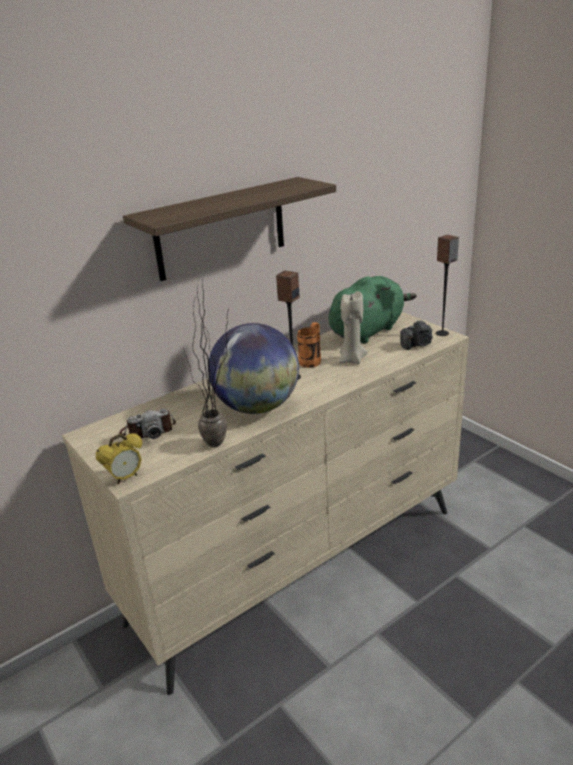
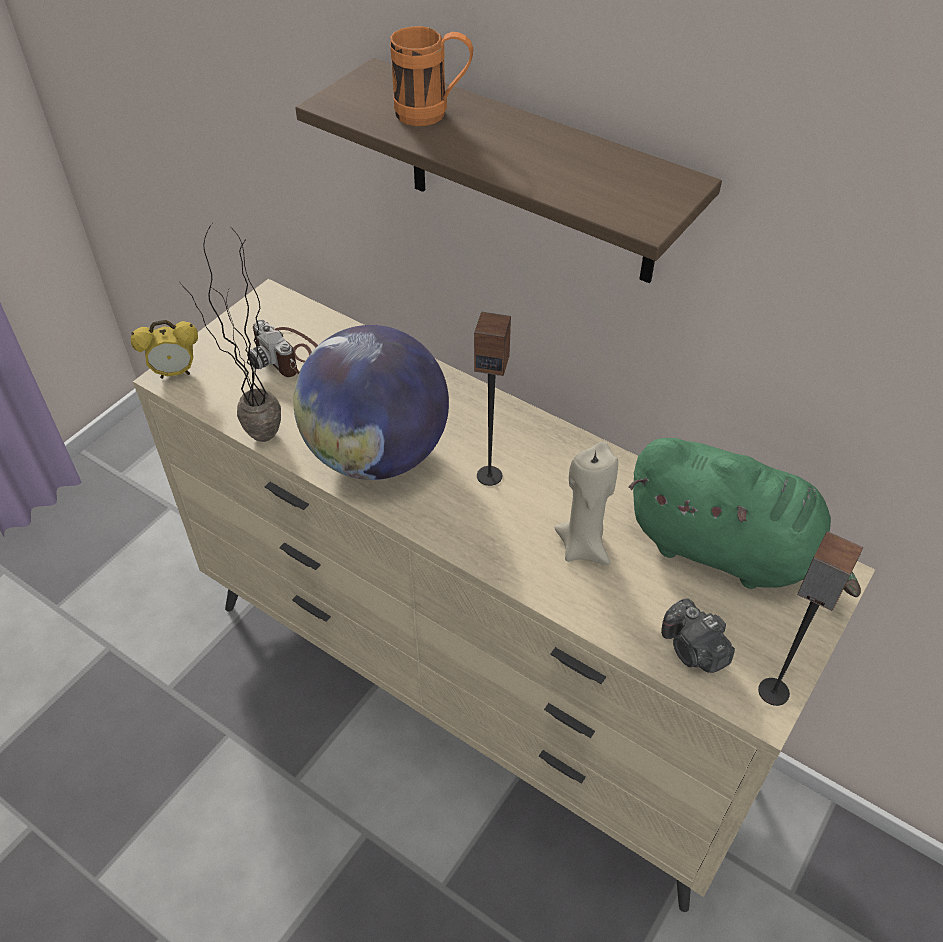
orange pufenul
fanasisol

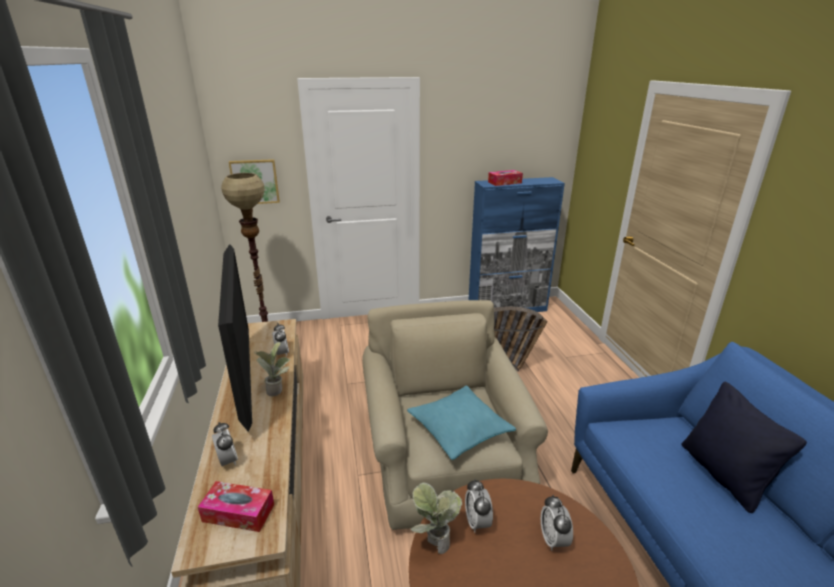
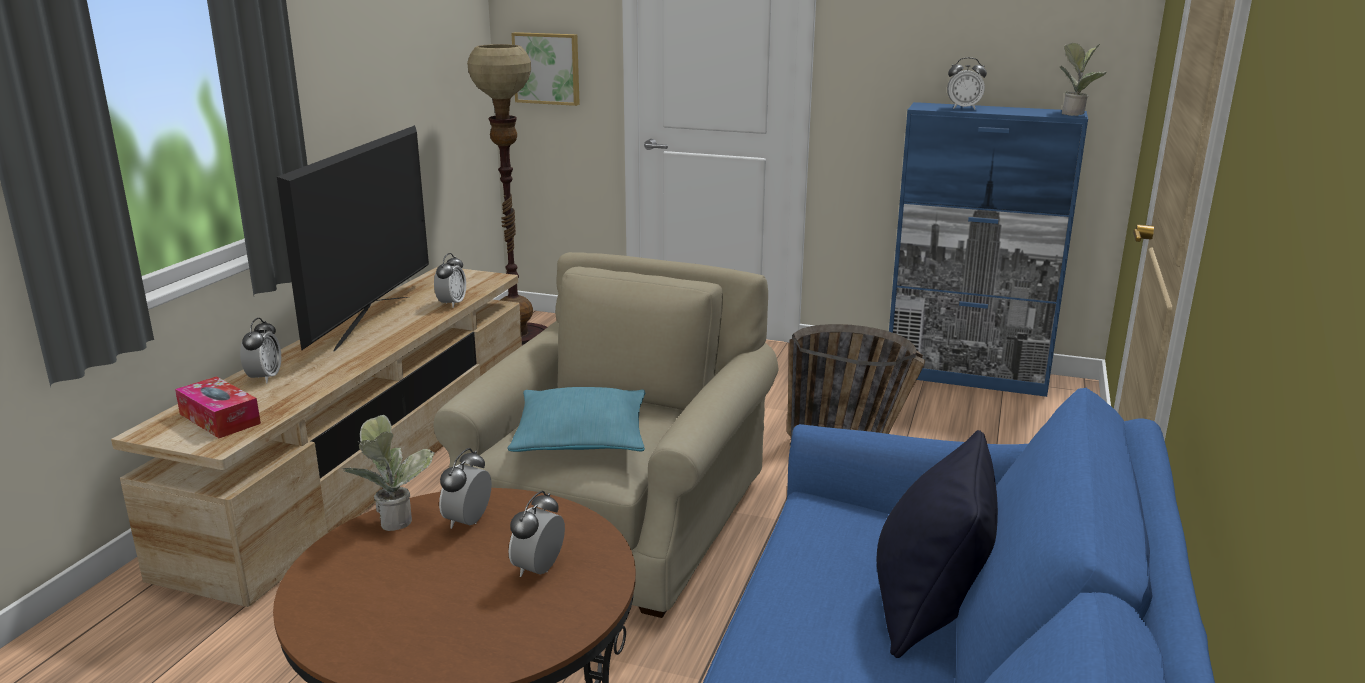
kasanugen (2nd from left)
fanasisol (5th from left)

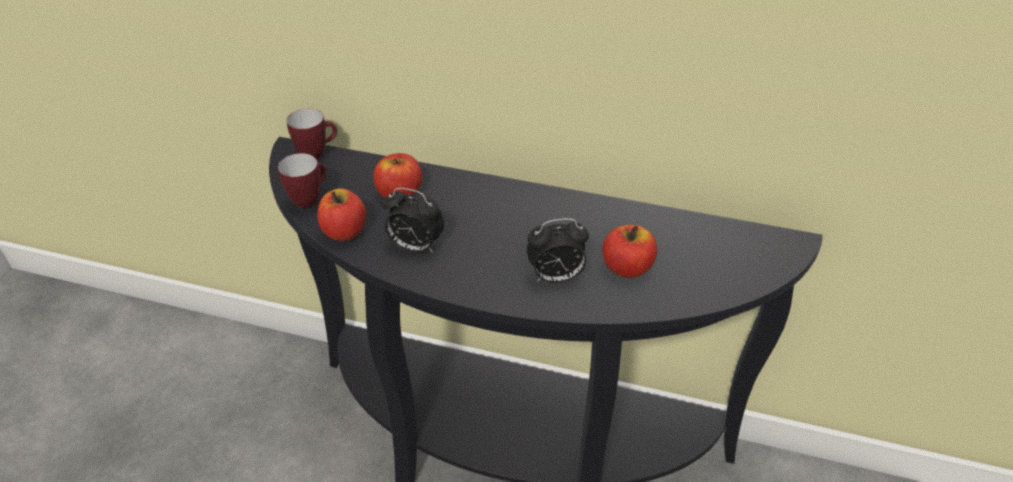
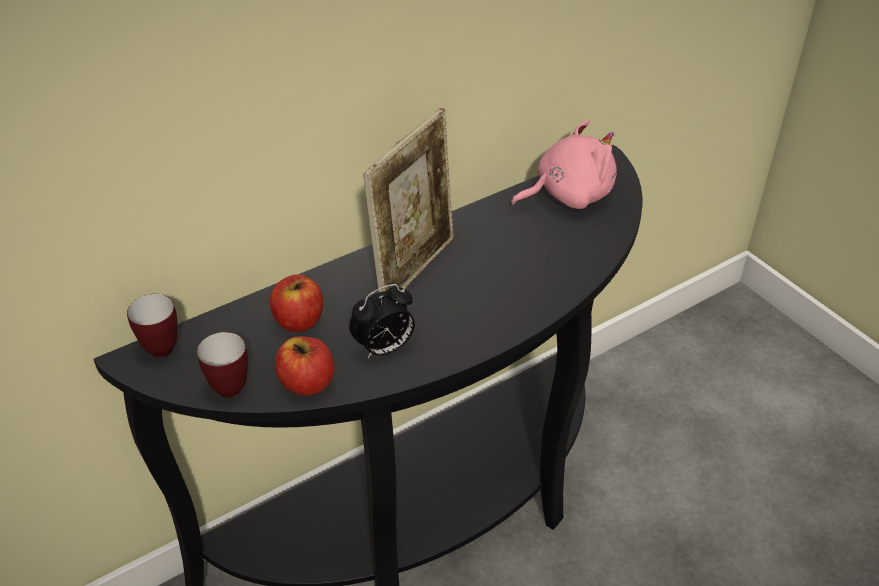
fanasisol (2nd from left in the first image)
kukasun (3rd from left in the first image)
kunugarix
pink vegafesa

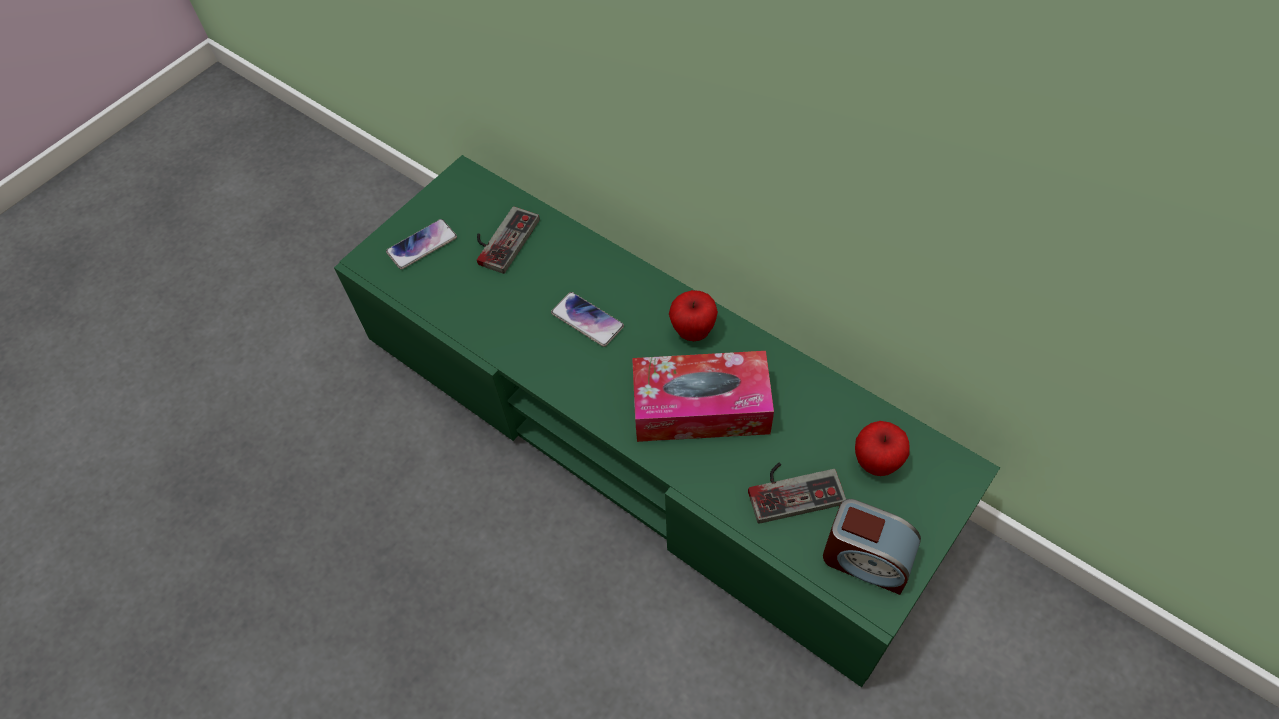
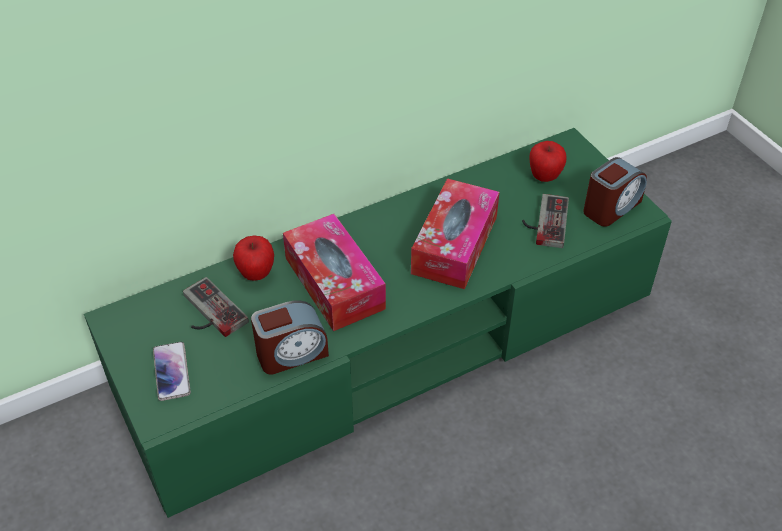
fanasisol (1st from left)
kukasun (1st from left)
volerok (1st from left)

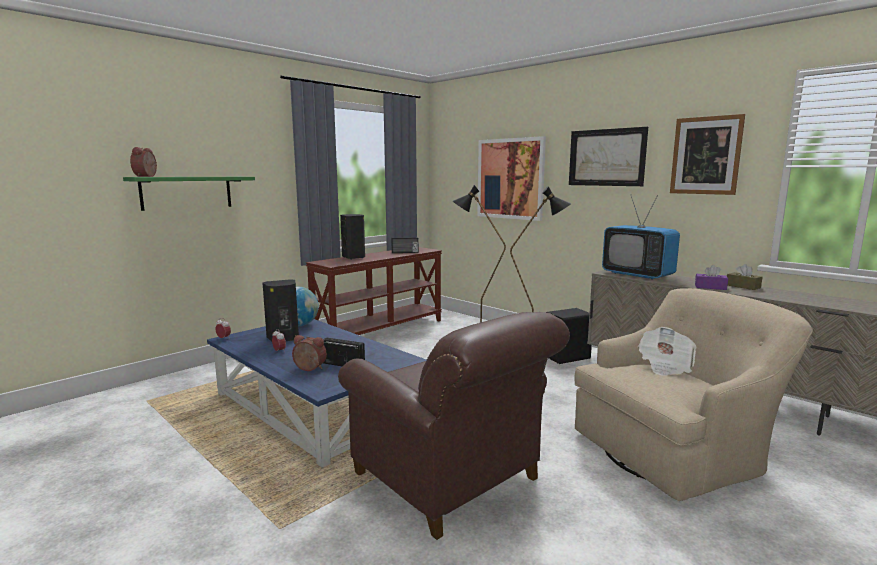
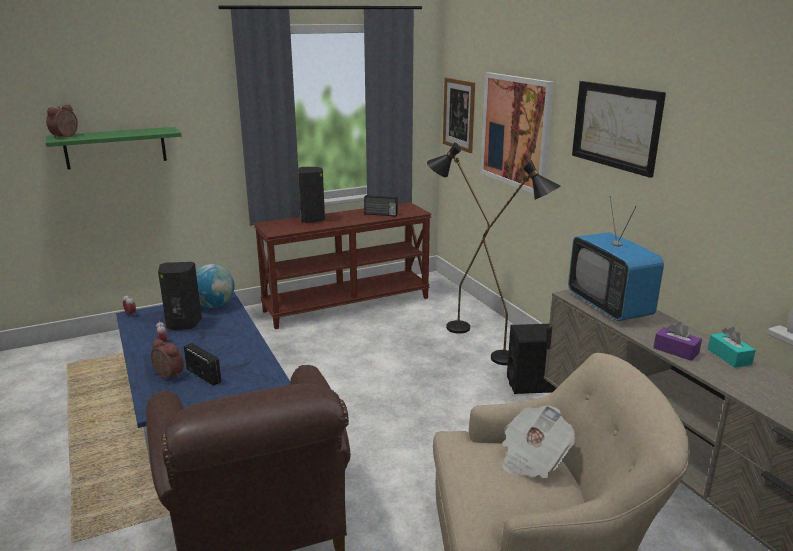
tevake (1st from left)
turquoise volerok

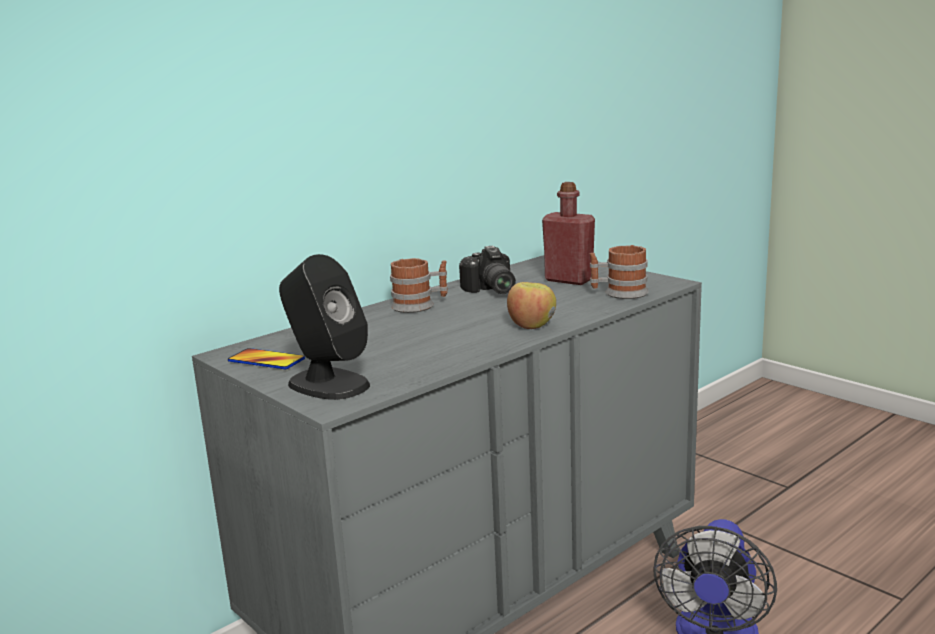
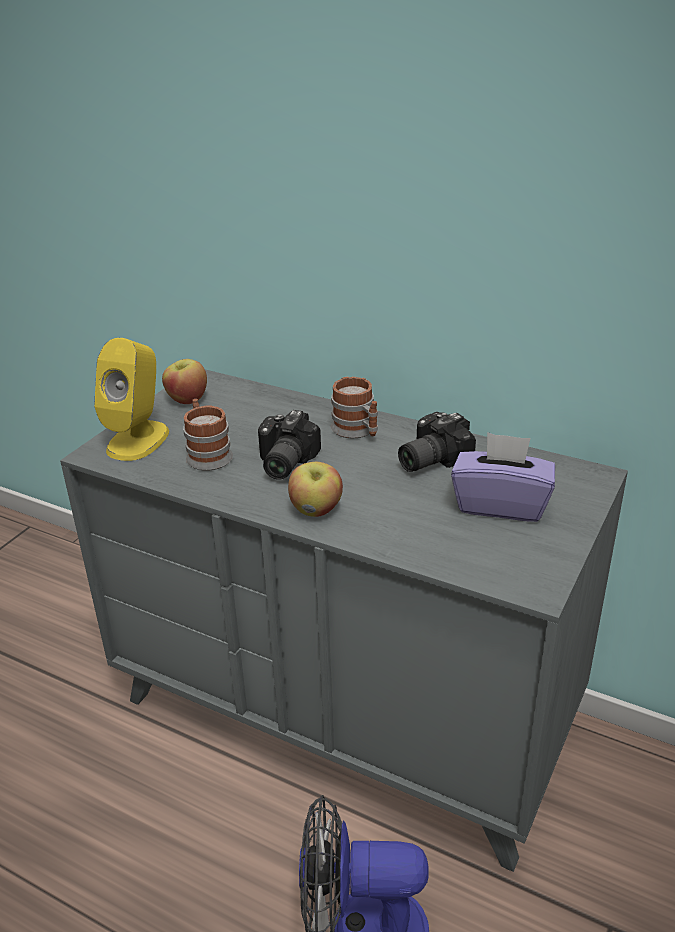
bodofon (1st from left)
pufenul (1st from left)
kukasun (1st from left)
purple volerok
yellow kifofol

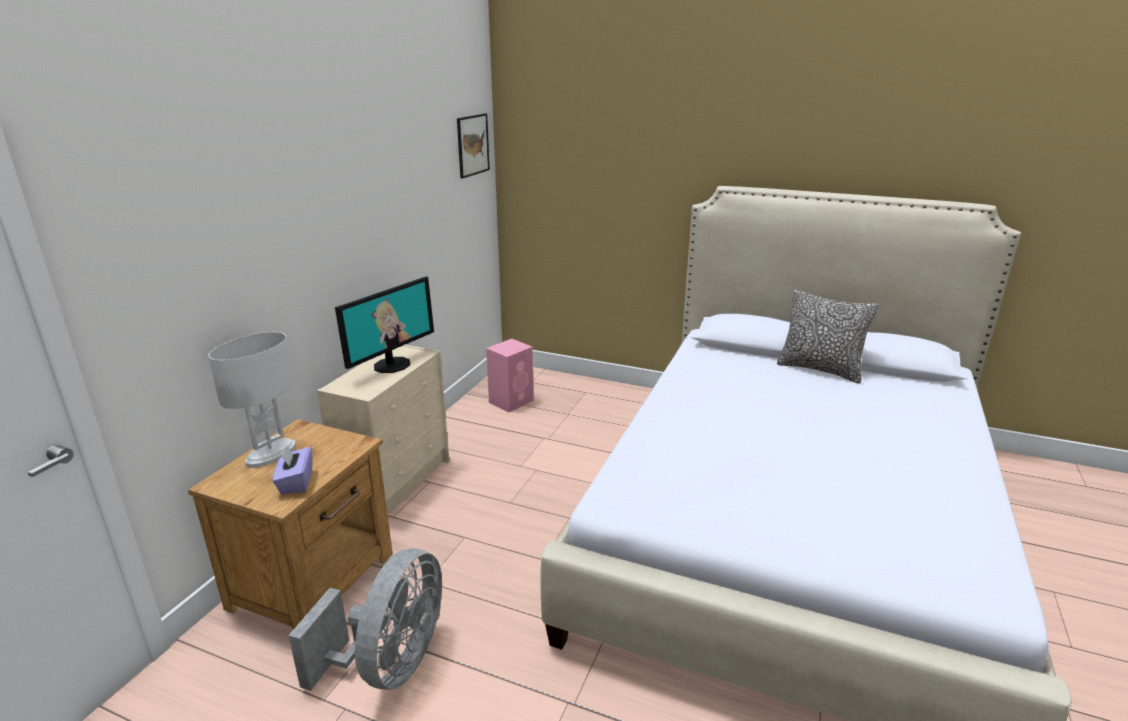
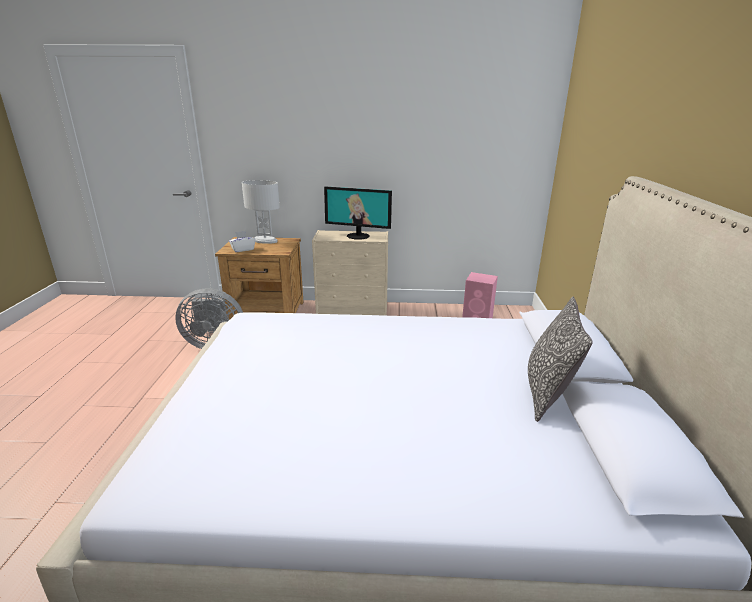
tevake
white volerok

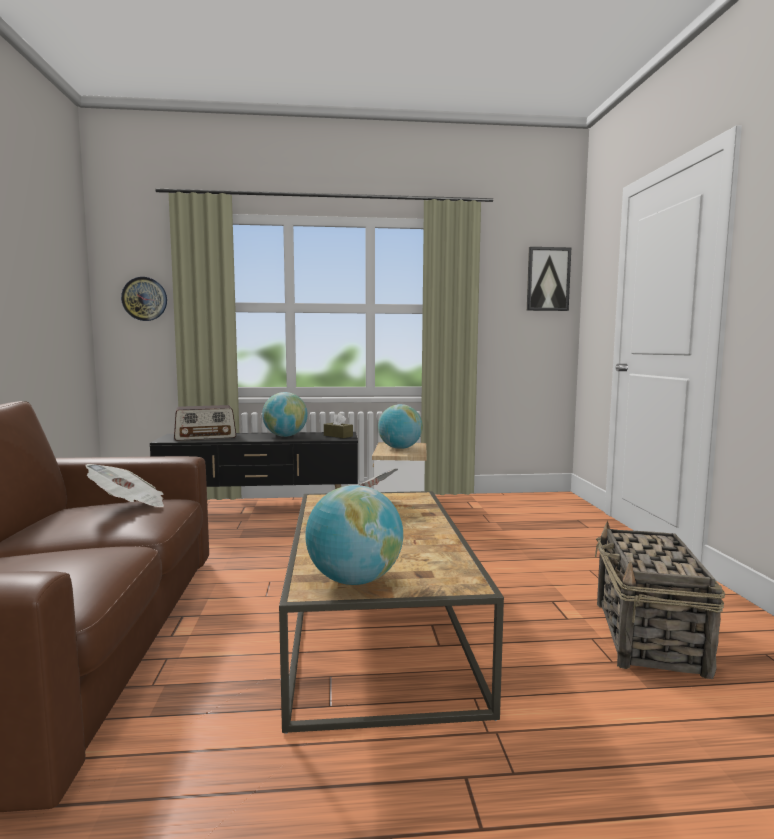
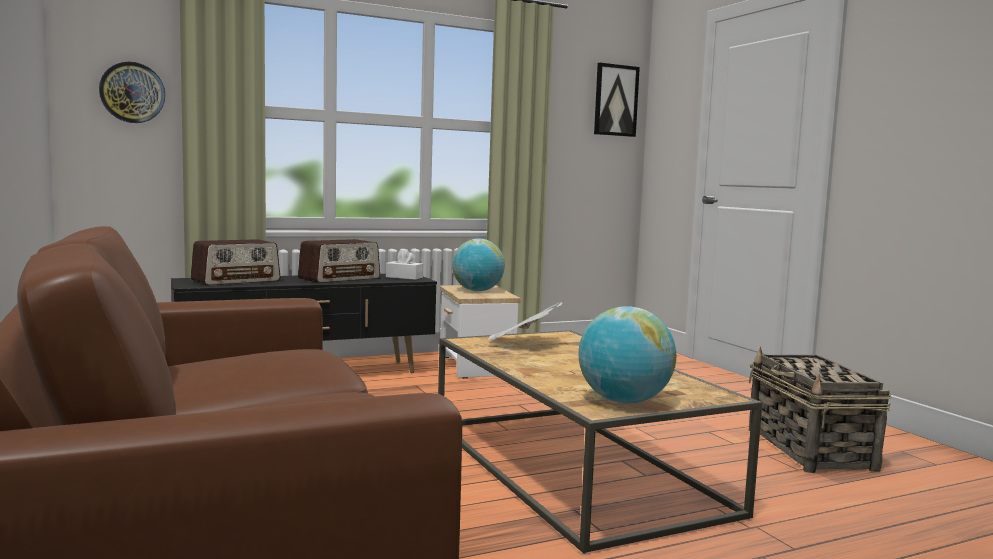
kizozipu (1st from left in the first image)
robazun (2nd from left)
white volerok

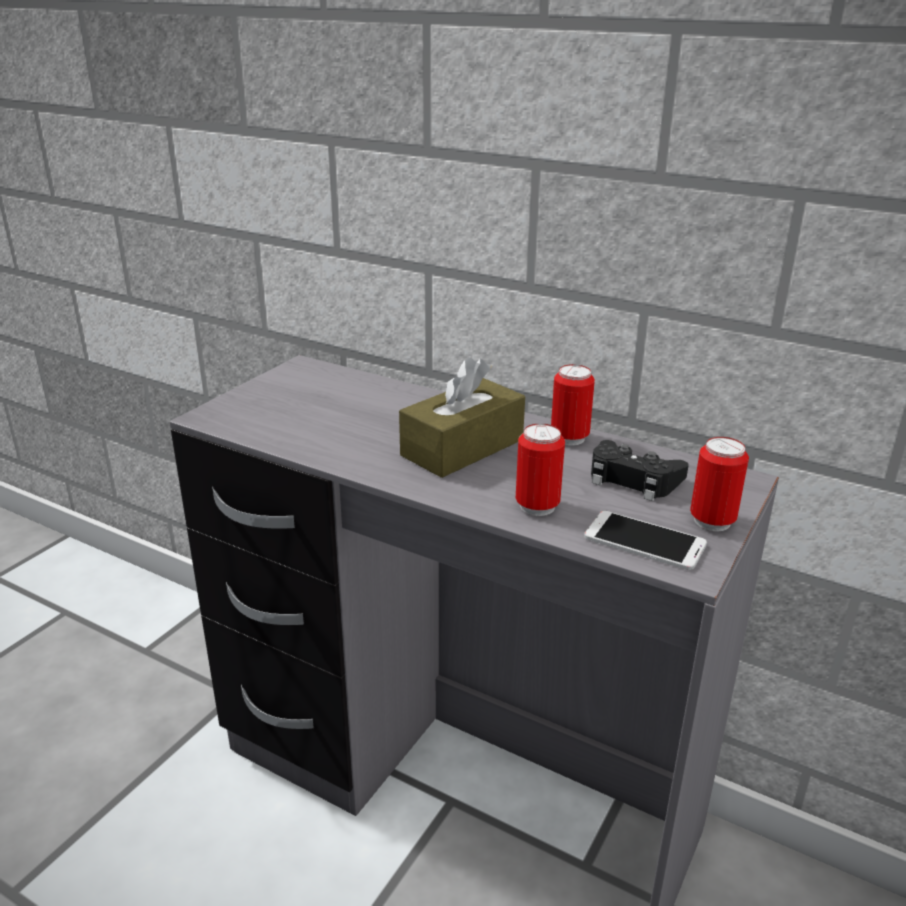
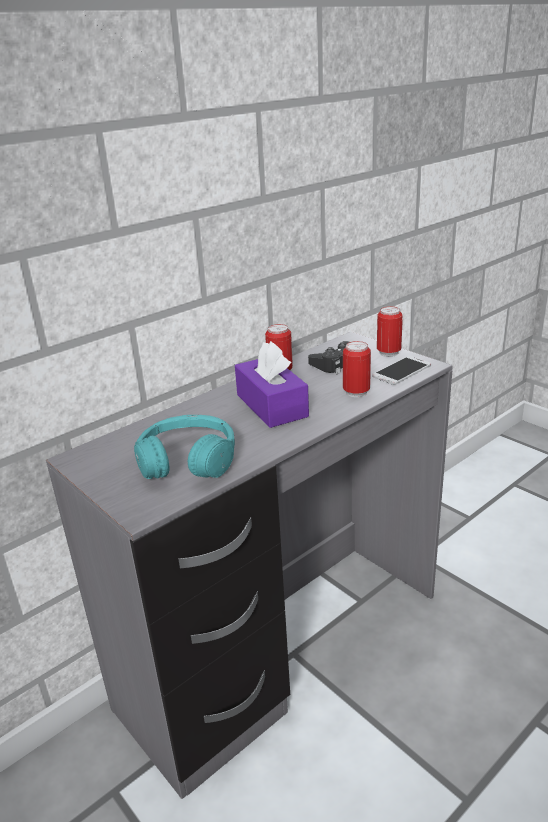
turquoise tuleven
purple volerok

